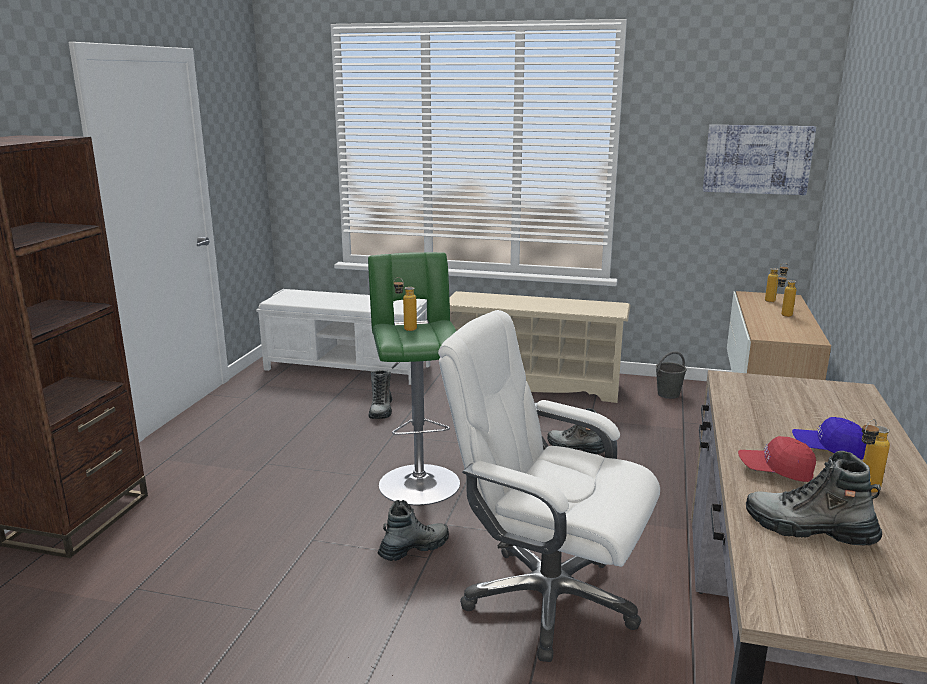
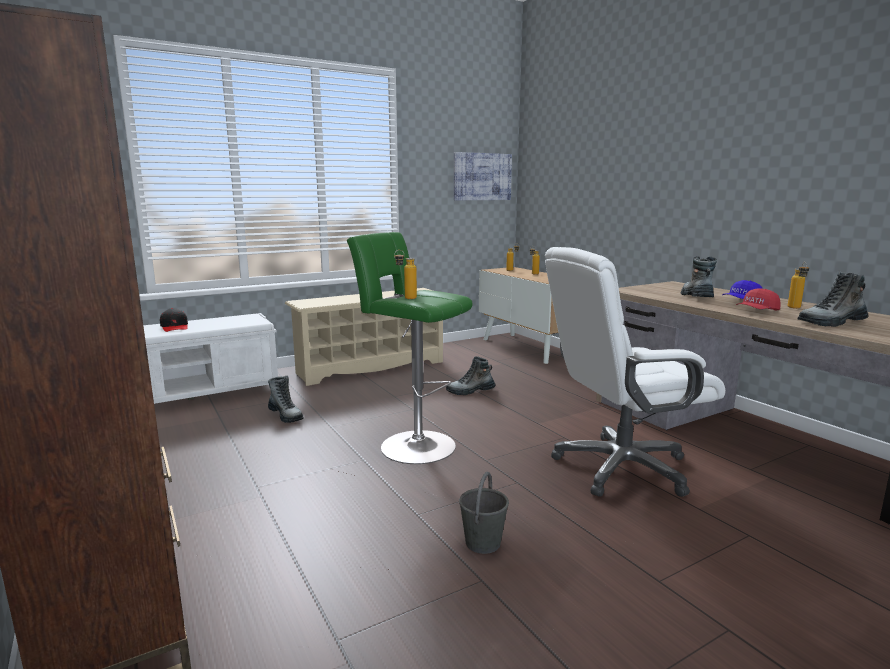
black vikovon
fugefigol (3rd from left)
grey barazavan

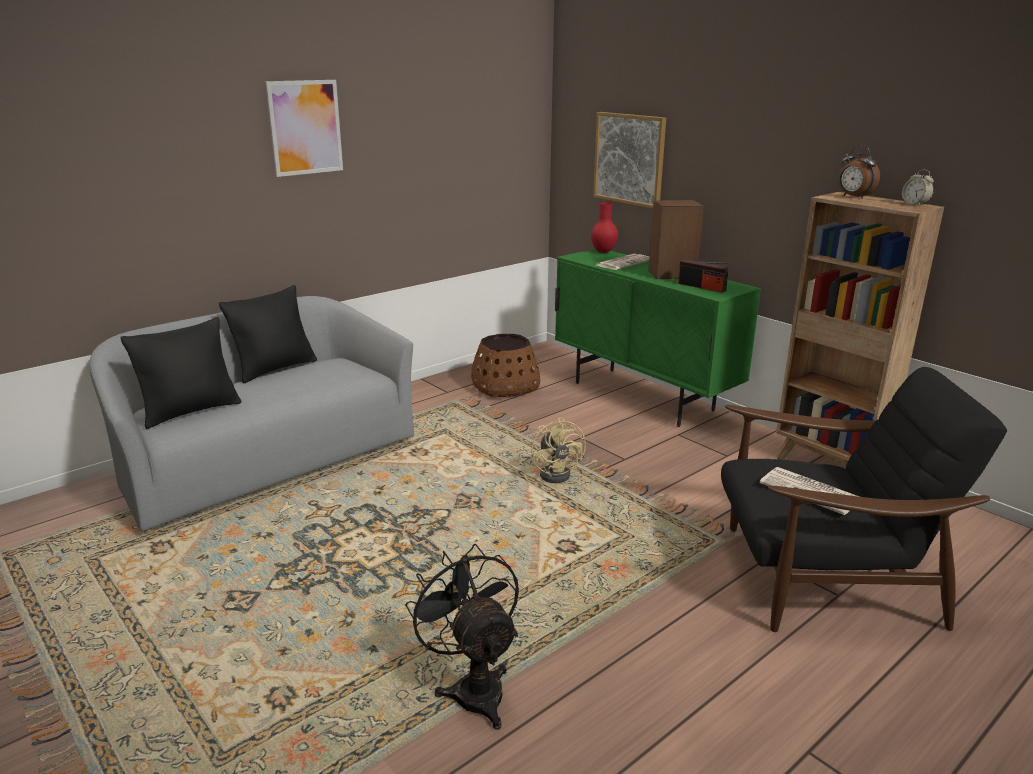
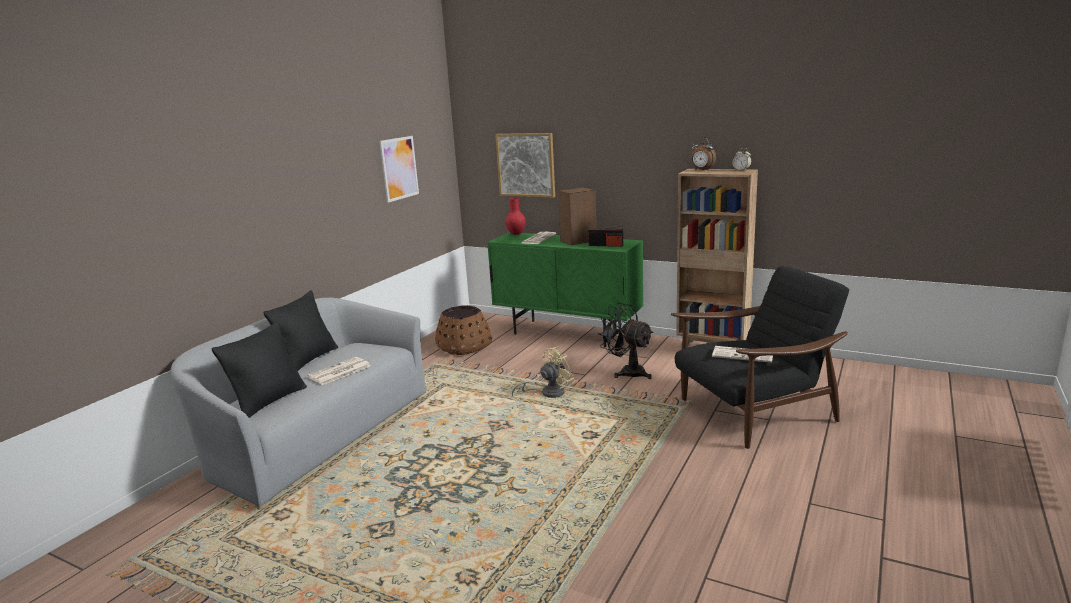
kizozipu (1st from left)
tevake (1st from left)
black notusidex
beige notusidex

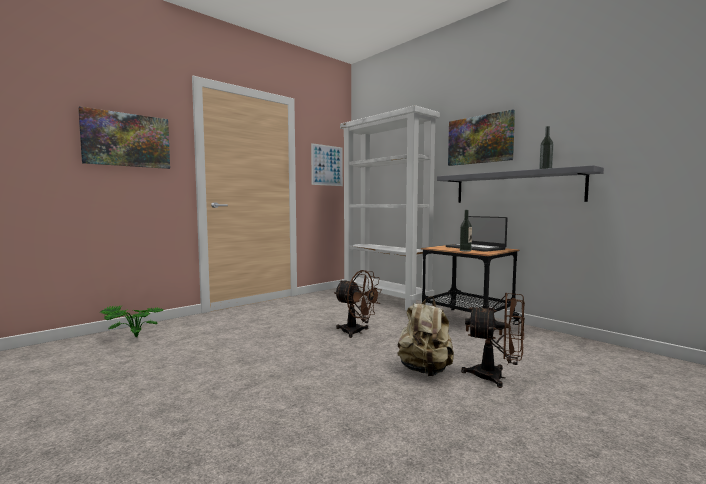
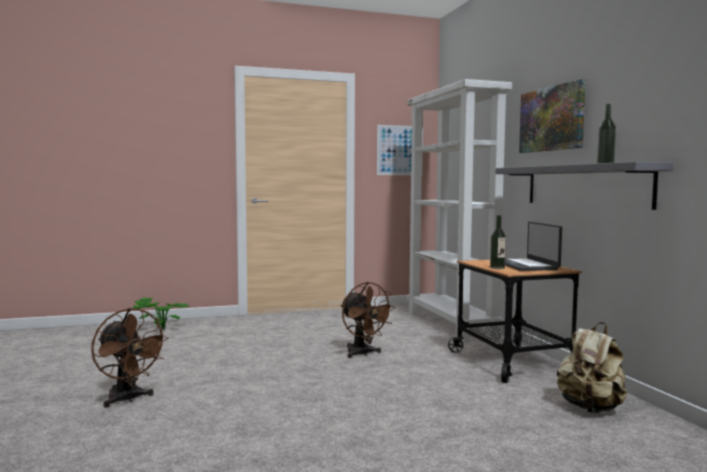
tevake (1st from left in the first image)
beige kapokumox
brown notusidex (1st from left)

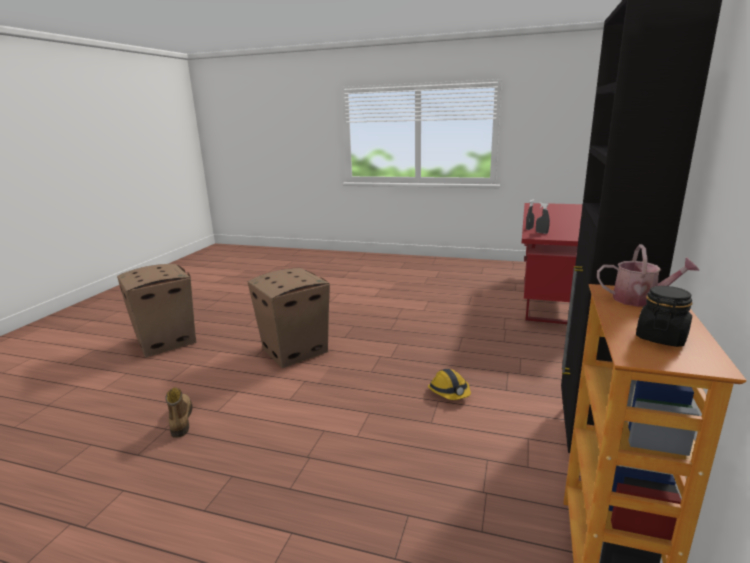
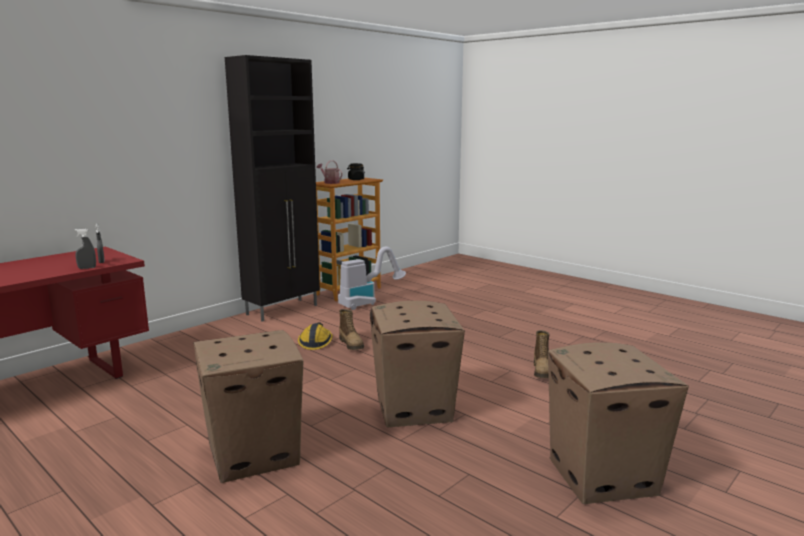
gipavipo (1st from left)
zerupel
fugefigol (1st from left)

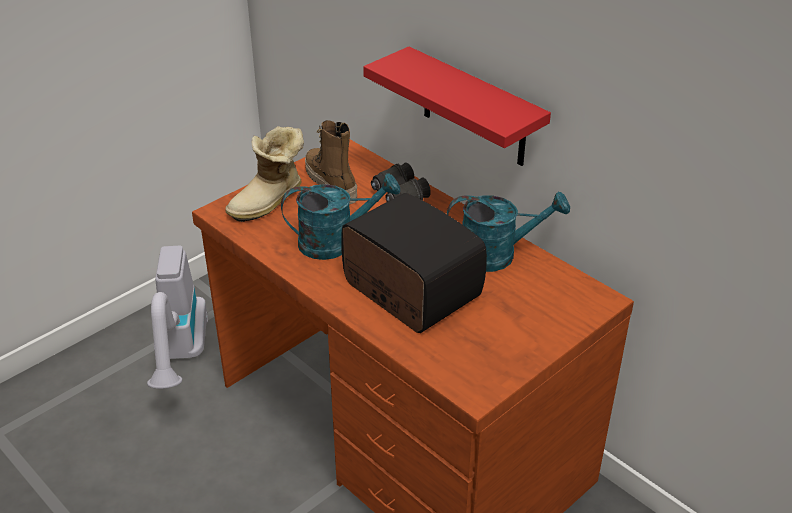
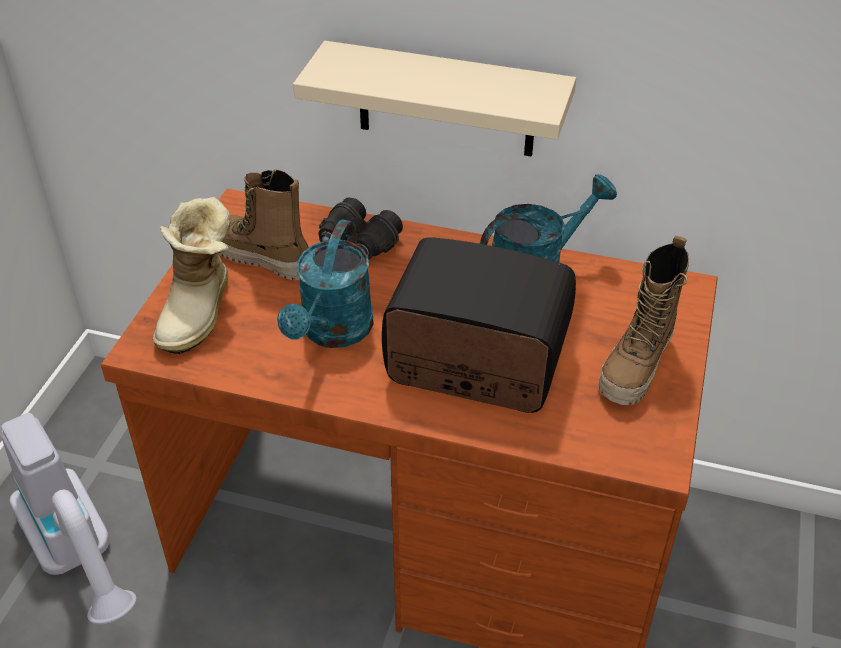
fugefigol (3rd from left)
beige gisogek
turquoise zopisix (1st from left)

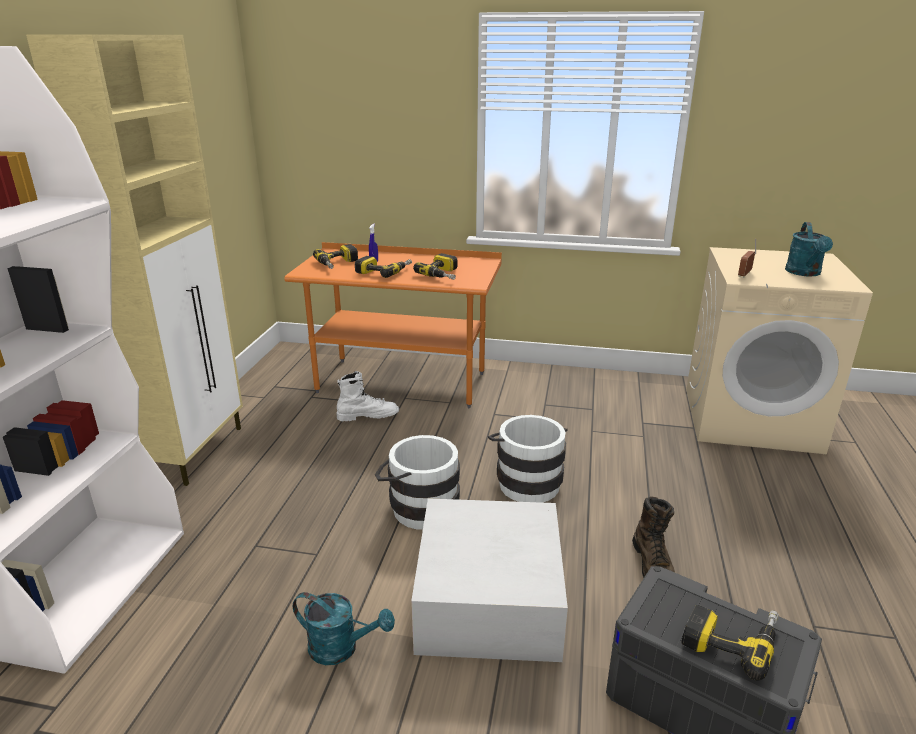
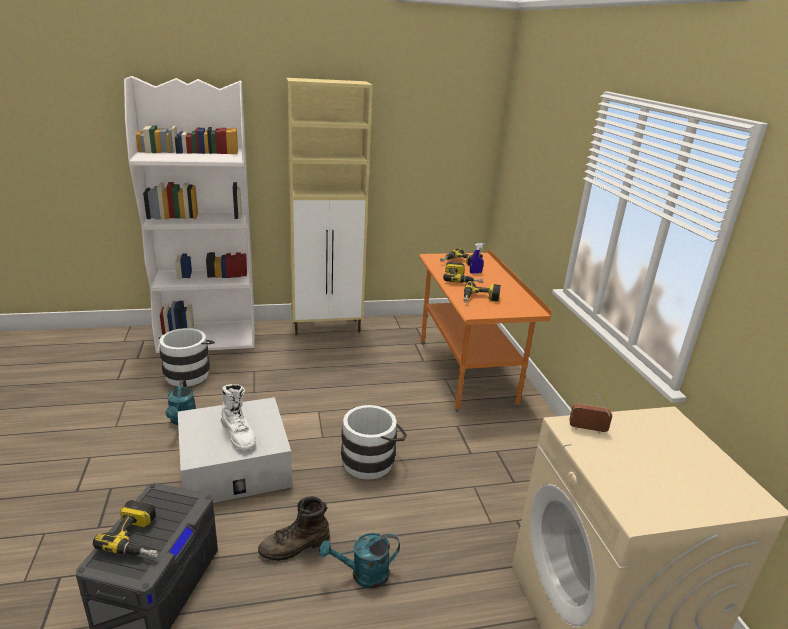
white fugefigol
white barazavan (1st from left)
turquoise zopisix (2nd from left)

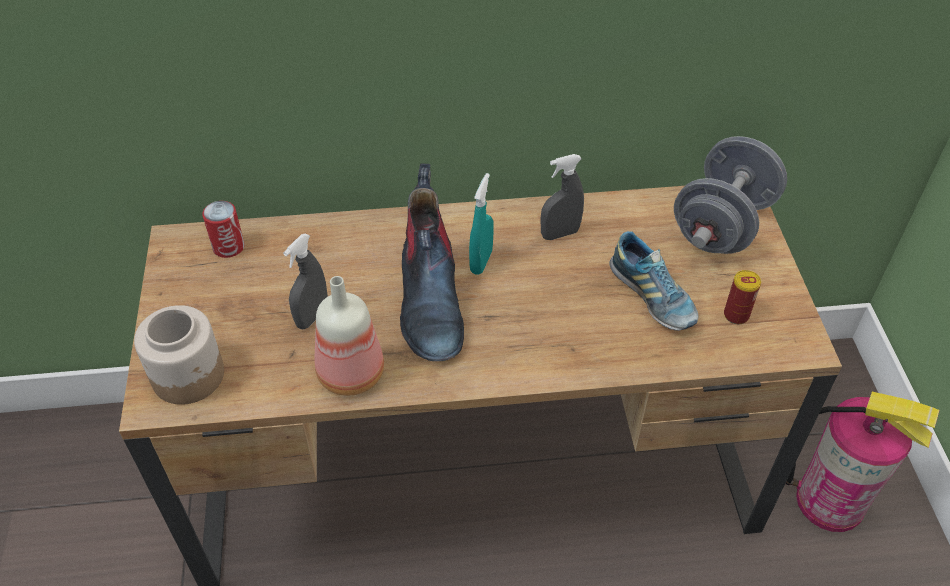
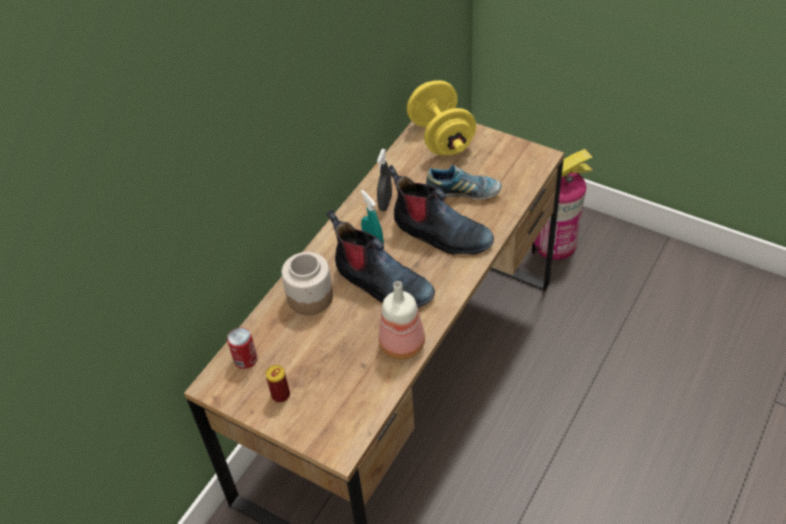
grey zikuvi (1st from left in the first image)
fugefigol (2nd from left)
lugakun
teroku (2nd from left)
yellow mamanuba

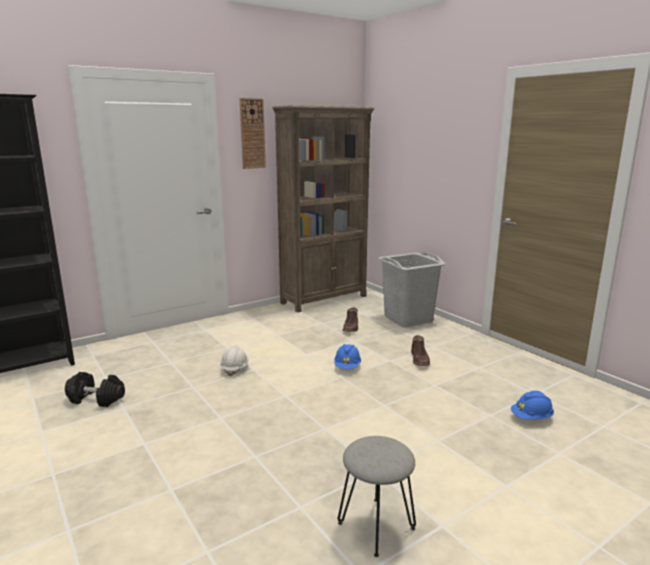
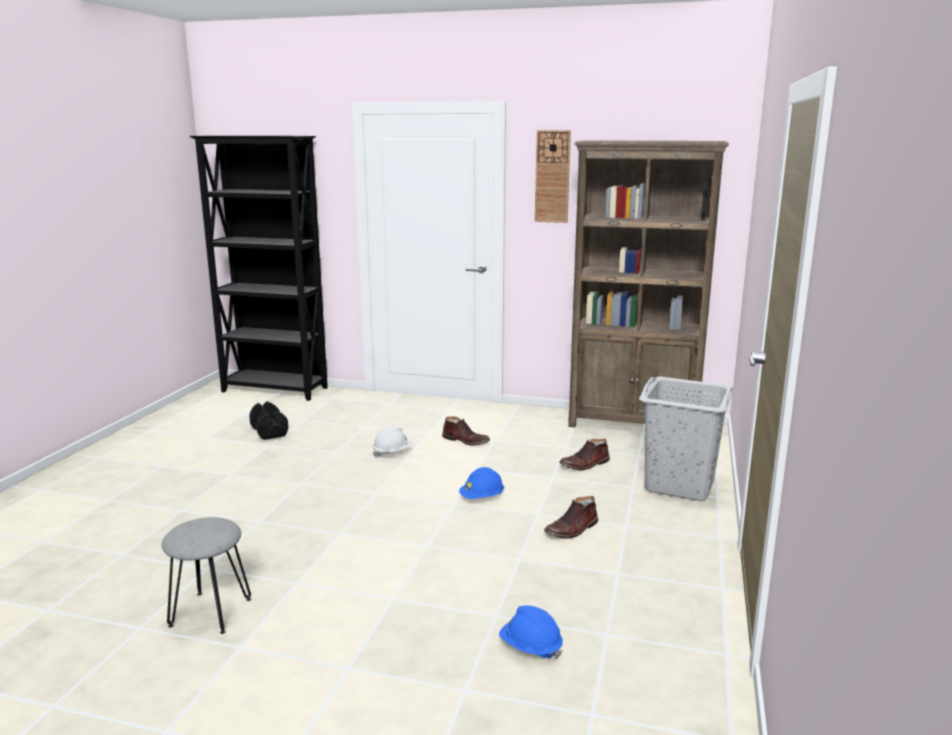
brown fugefigol (1st from left)

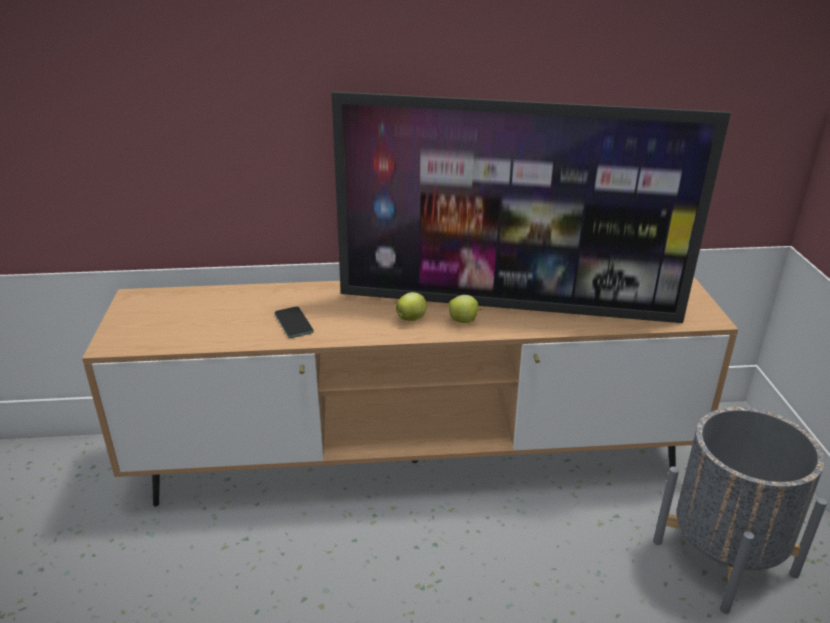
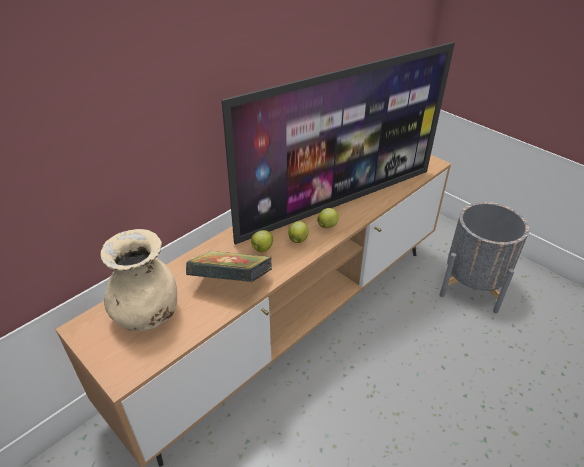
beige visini
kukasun (1st from left)
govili

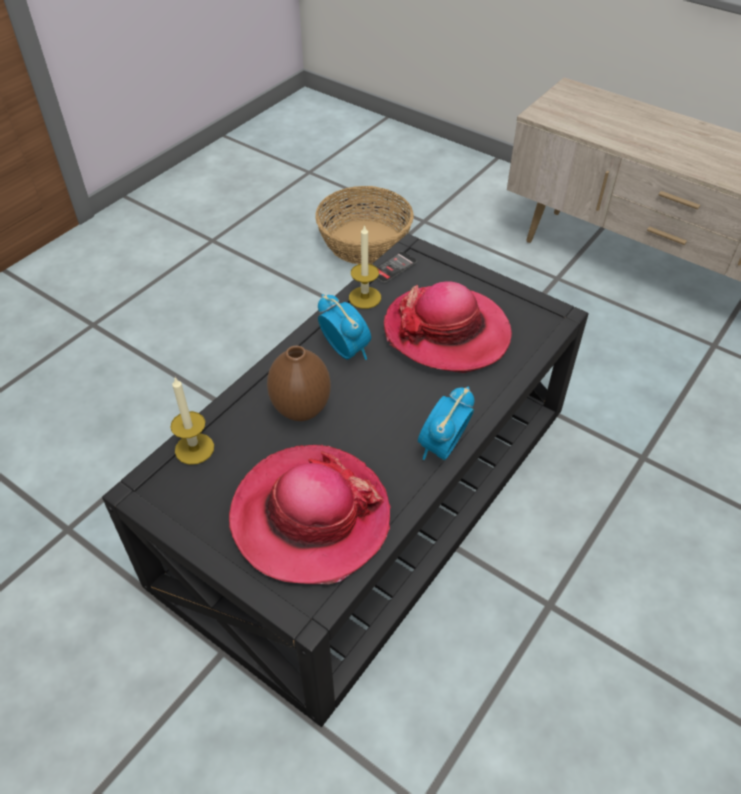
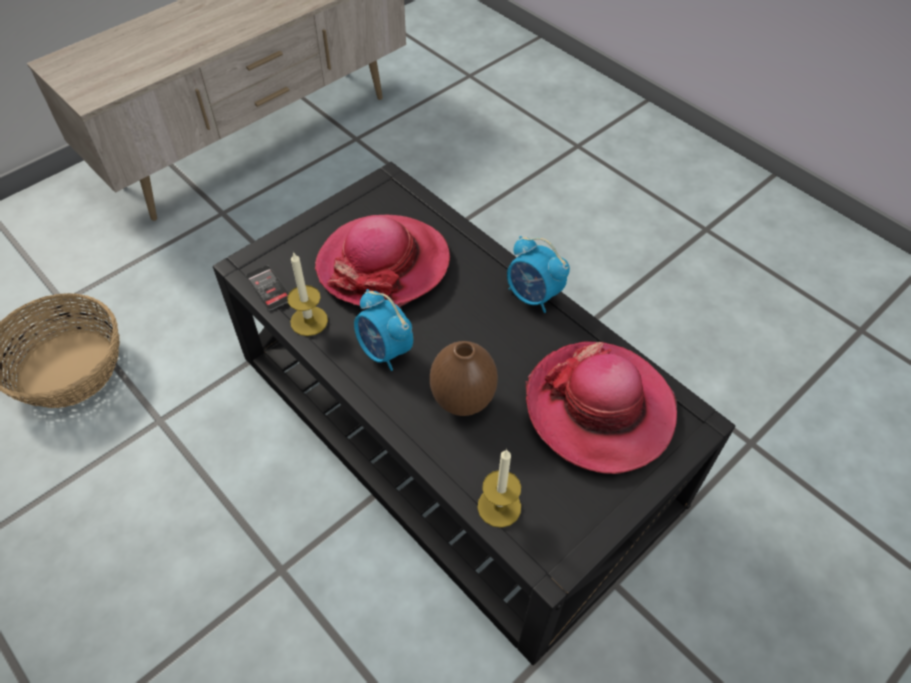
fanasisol (1st from left)

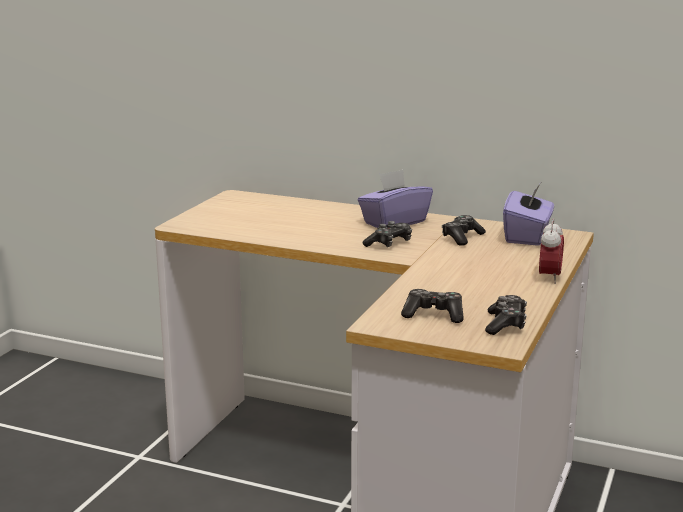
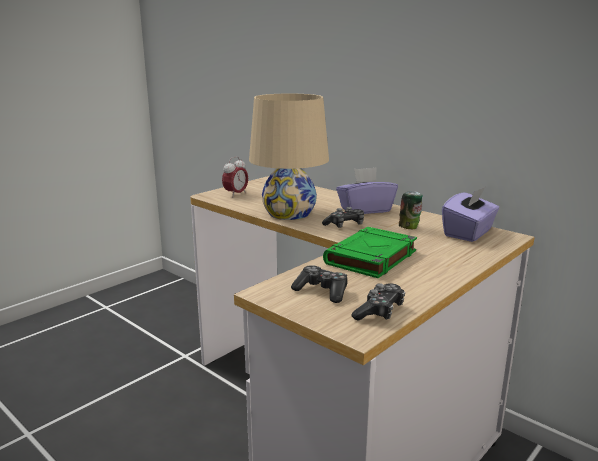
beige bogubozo
green govili
fanasisol
teroku

